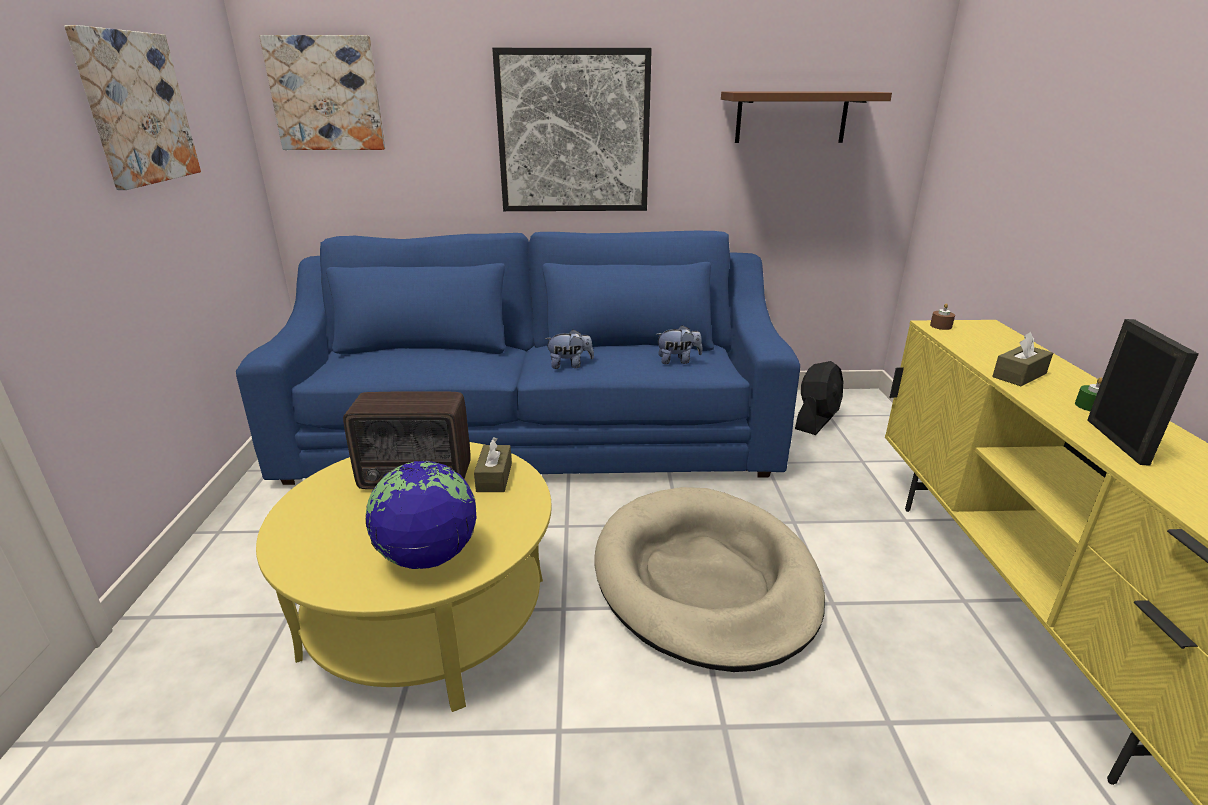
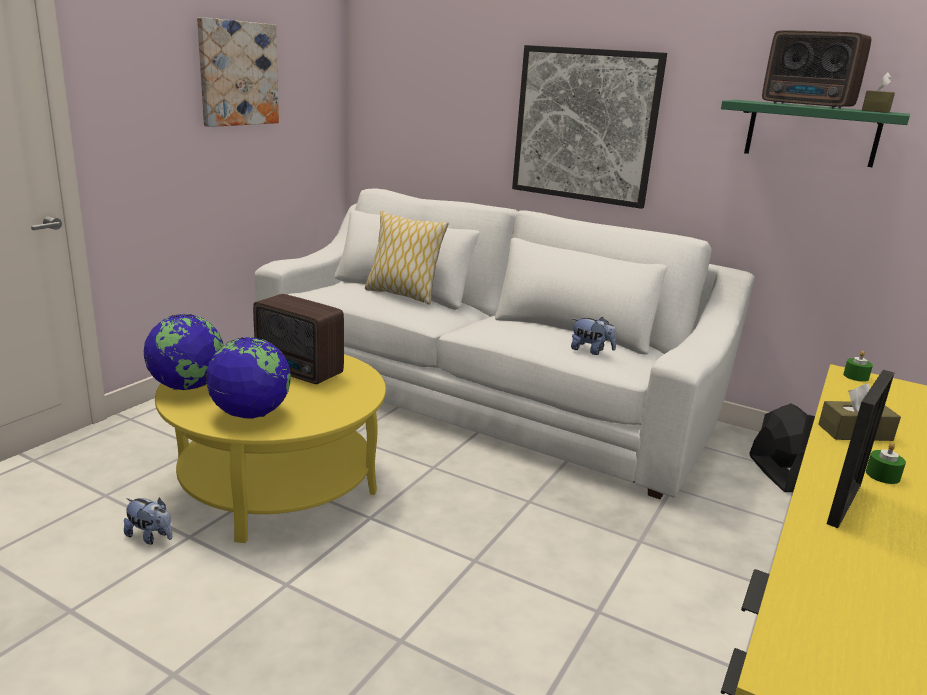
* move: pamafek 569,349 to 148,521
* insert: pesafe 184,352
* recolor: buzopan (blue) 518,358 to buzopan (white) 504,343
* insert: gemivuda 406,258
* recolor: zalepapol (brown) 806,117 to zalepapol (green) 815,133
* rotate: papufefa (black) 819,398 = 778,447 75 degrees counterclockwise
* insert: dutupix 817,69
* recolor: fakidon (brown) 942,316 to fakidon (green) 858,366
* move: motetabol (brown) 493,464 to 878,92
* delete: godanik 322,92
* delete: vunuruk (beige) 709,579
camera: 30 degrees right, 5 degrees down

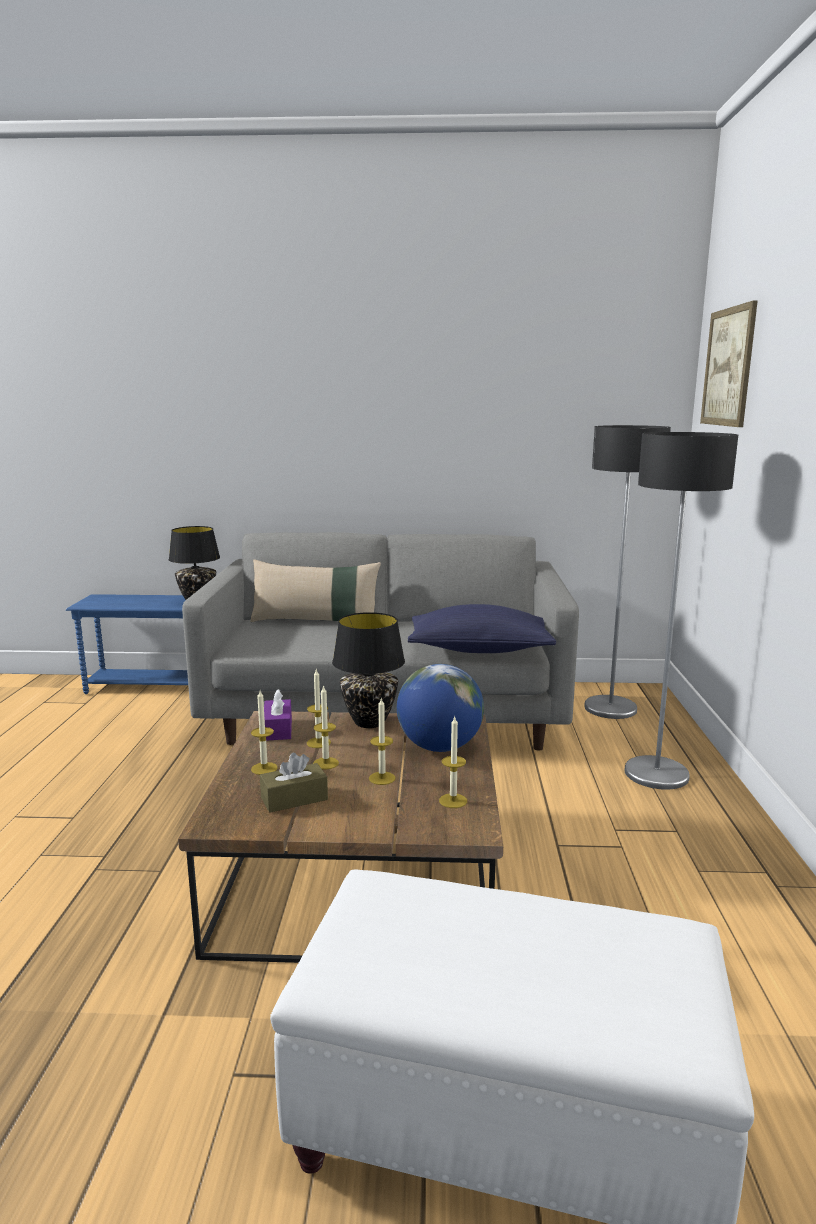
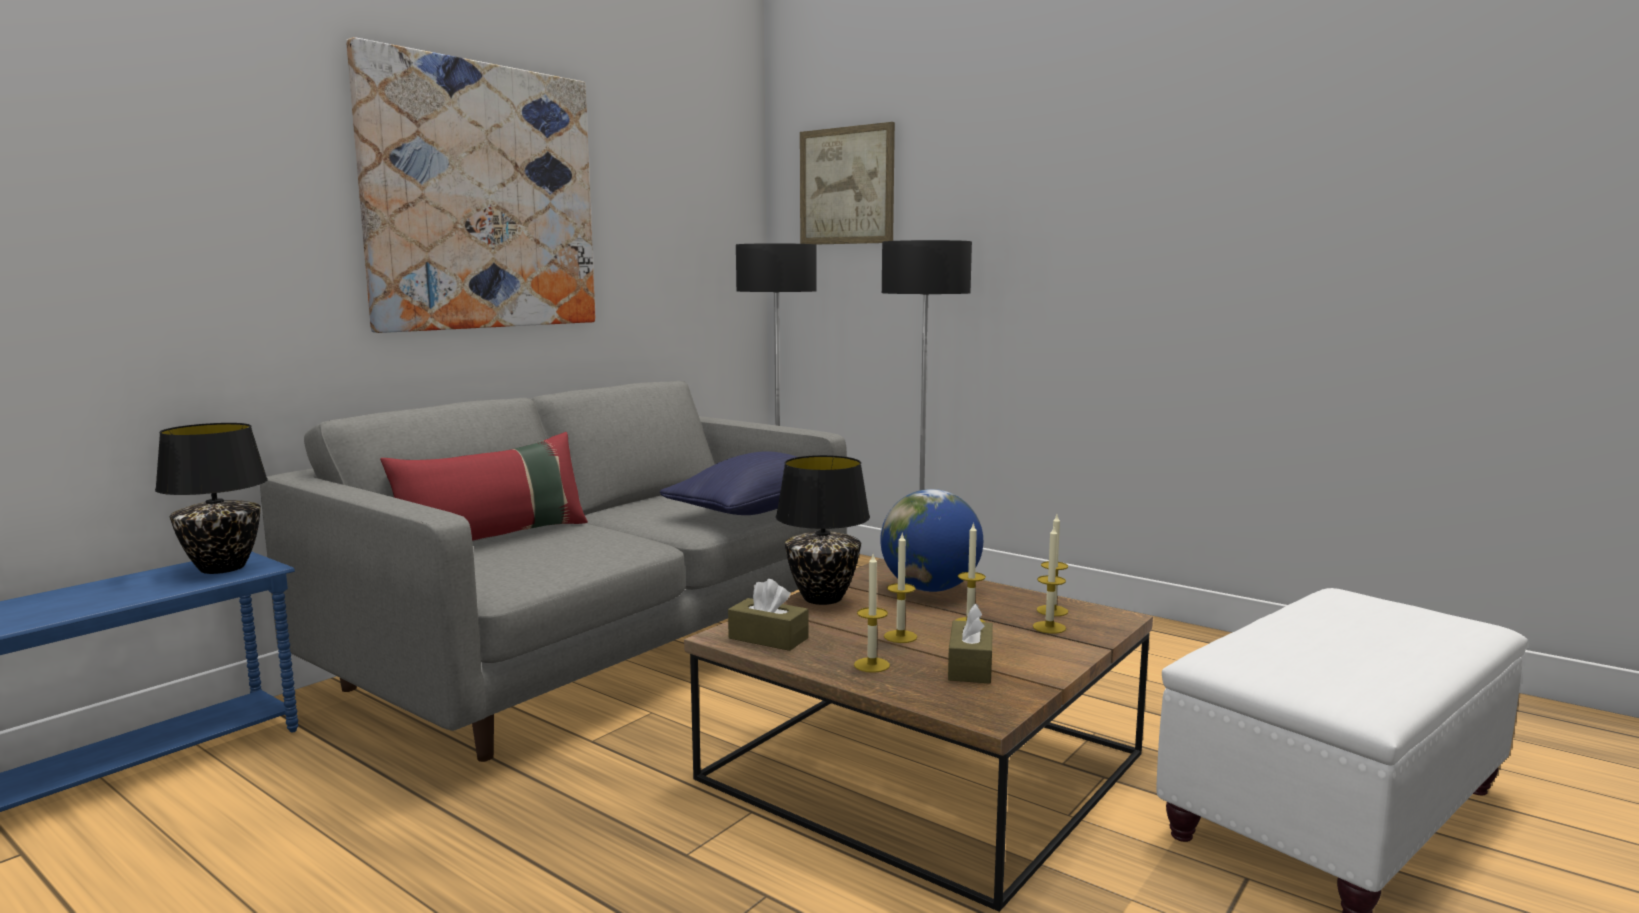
* insert: godanik 471,185
* recolor: gemivuda (beige) 315,590 to gemivuda (red) 484,486
* recolor: motetabol (purple) 278,715 to motetabol (brown) 768,615
* move: fakidon 319,708 to 1049,580
camera: 55 degrees left, 5 degrees down

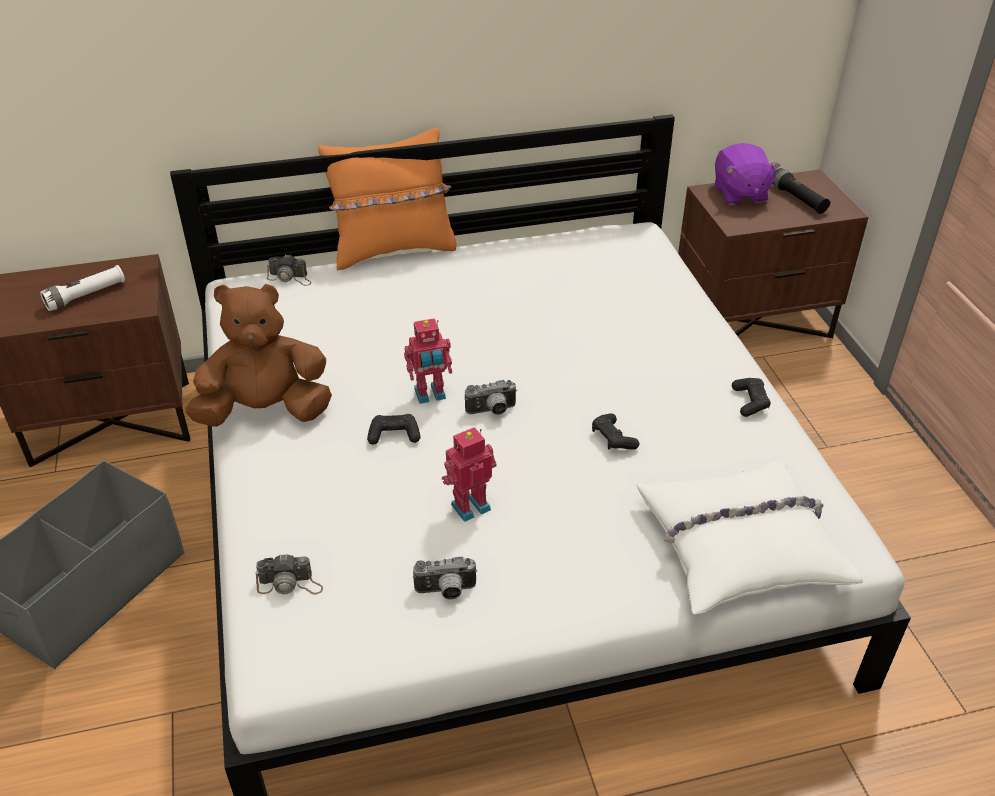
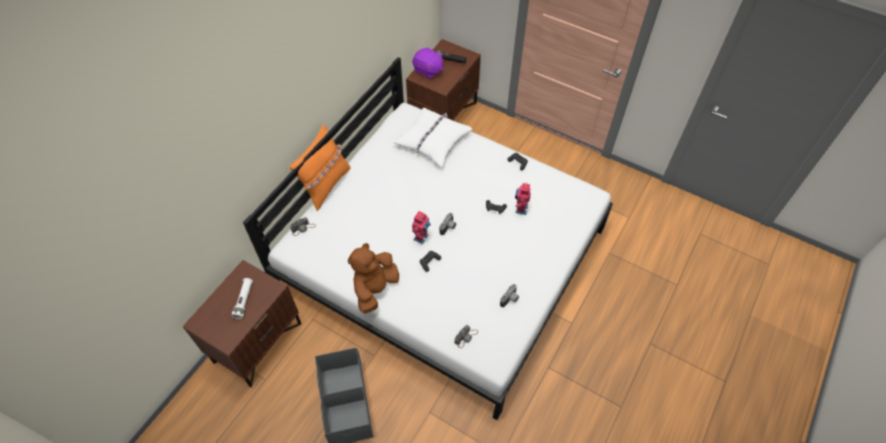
* move: gemivuda (white) 750,538 to 433,137
* move: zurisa 469,474 to 523,198
camera: 45 degrees left, 15 degrees up

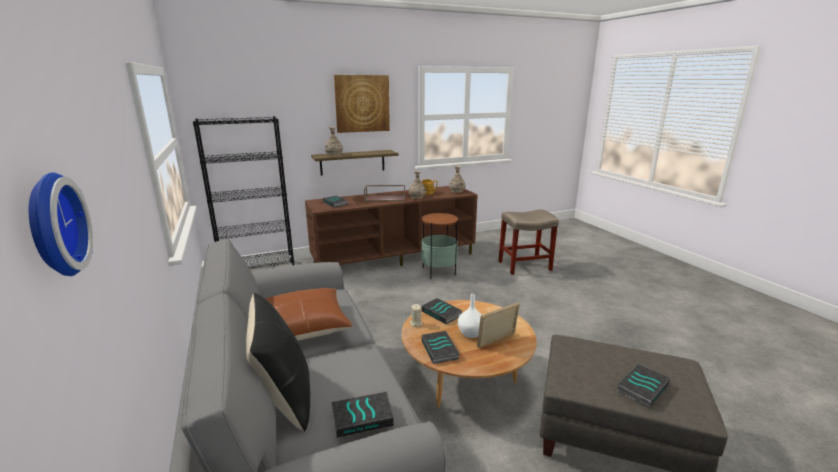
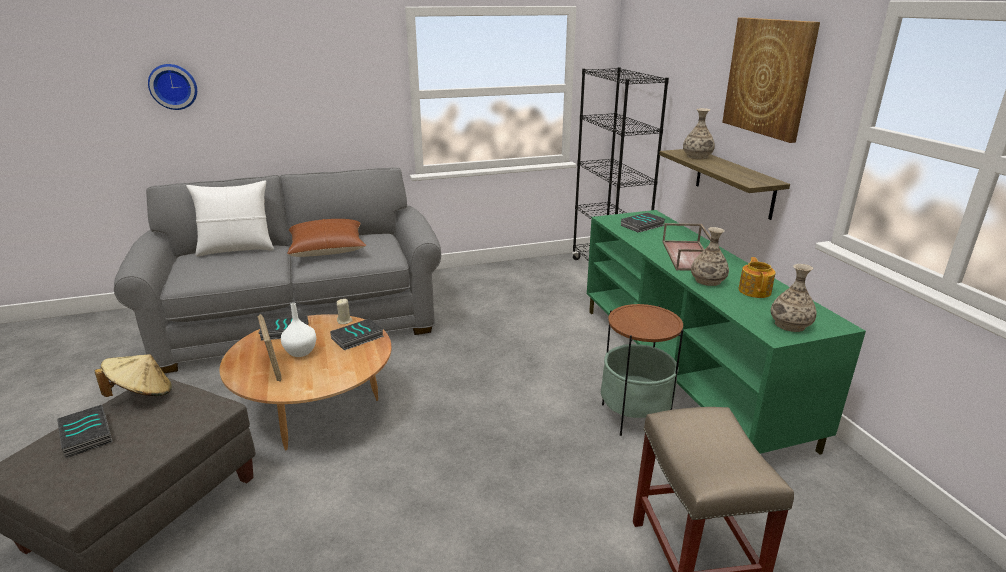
* insert: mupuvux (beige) 133,375
* recolor: gemivuda (black) 278,362 to gemivuda (white) 230,218
* recolor: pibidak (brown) 391,226 to pibidak (green) 726,332
* delete: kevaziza 362,414
camera: 95 degrees right, 5 degrees up

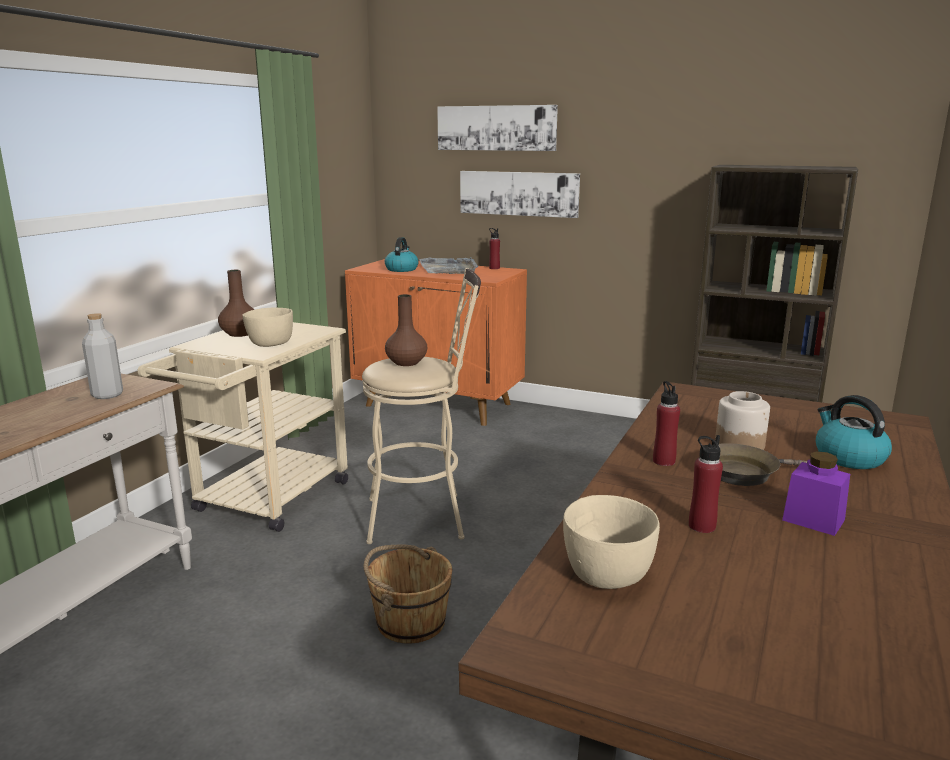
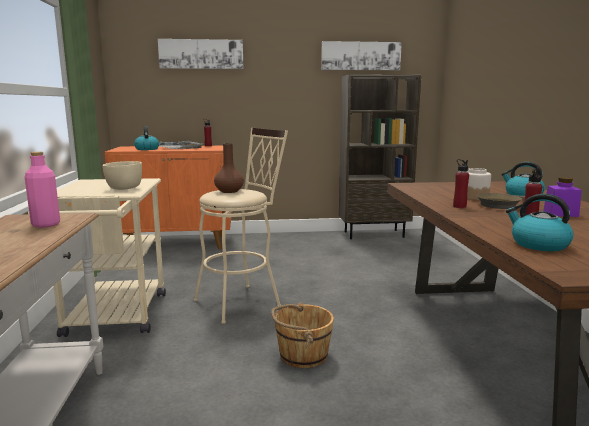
* recolor: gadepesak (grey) 102,356 to gadepesak (pink) 42,190
* move: godanik 520,194 to 361,55
* replace: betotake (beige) 611,542 to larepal 539,222
* delete: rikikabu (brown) 236,303
camera: 30 degrees left, 5 degrees down

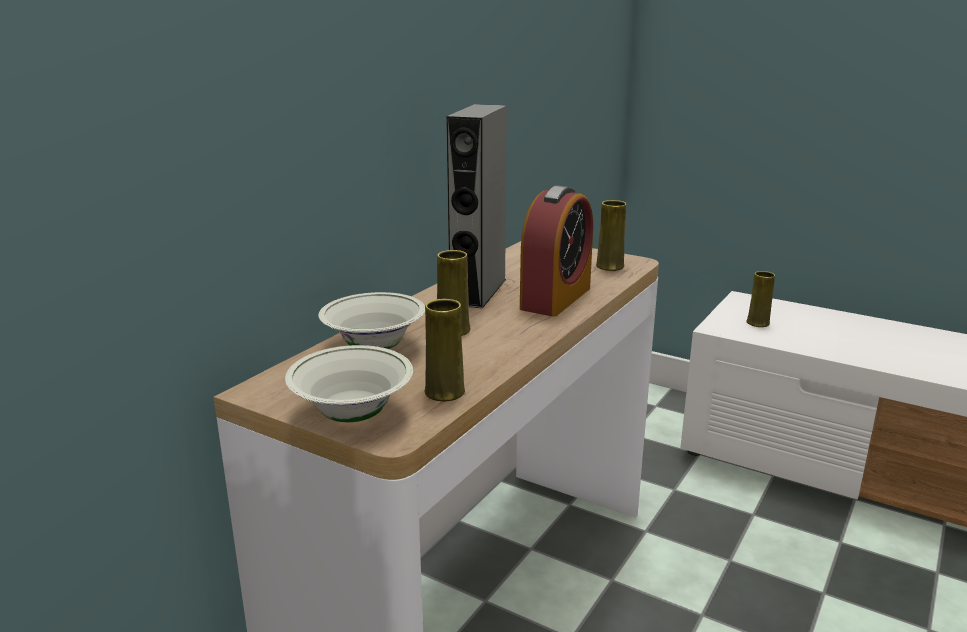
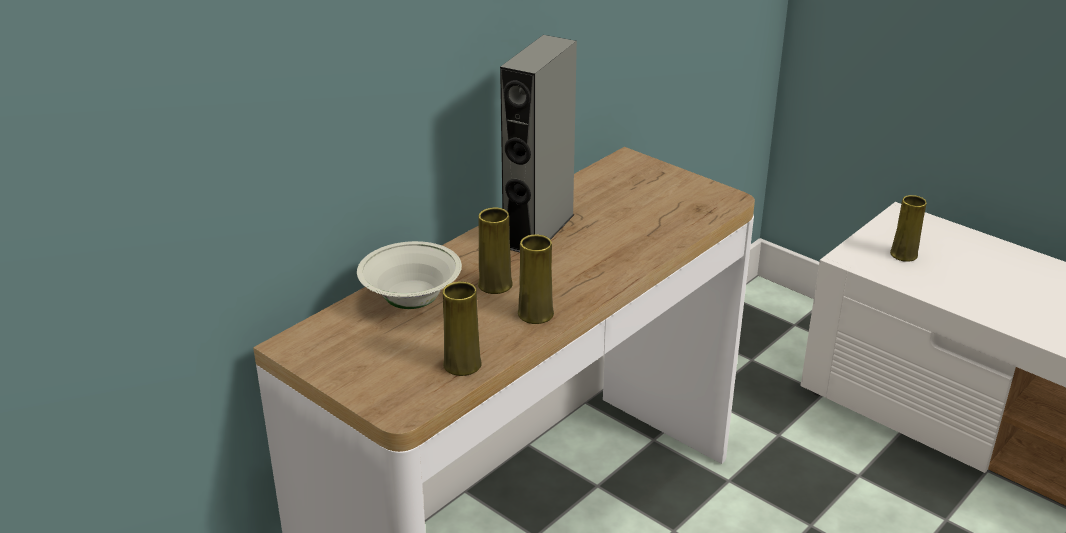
* move: rikikabu (yellow) 611,235 to 536,279
* delete: betotake (white) 349,383
* delete: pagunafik 556,251
camera: 10 degrees right, 10 degrees up

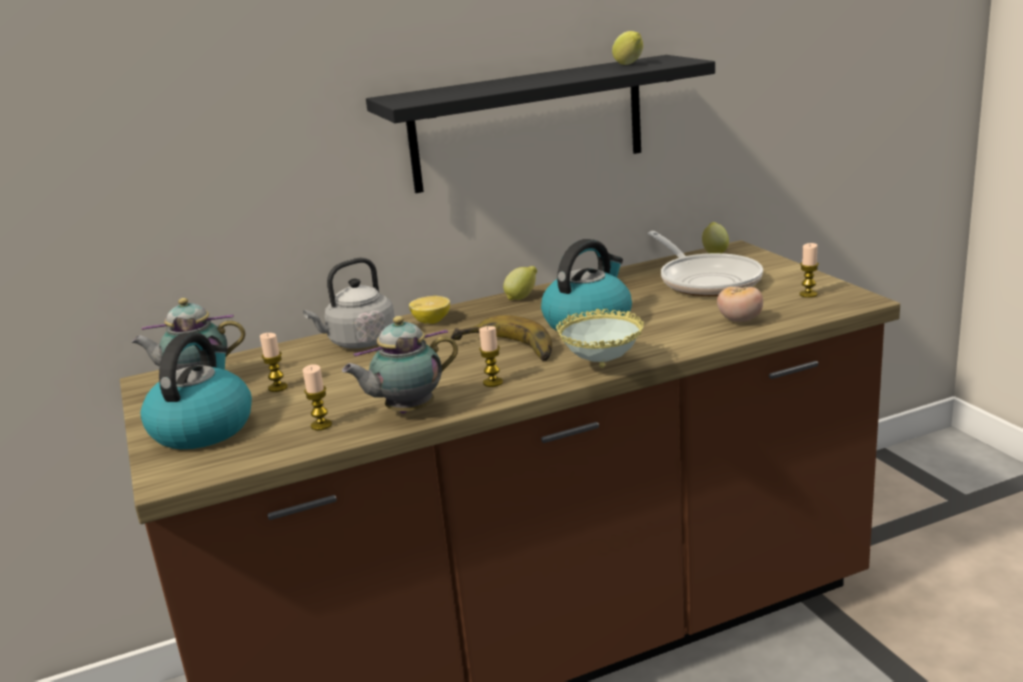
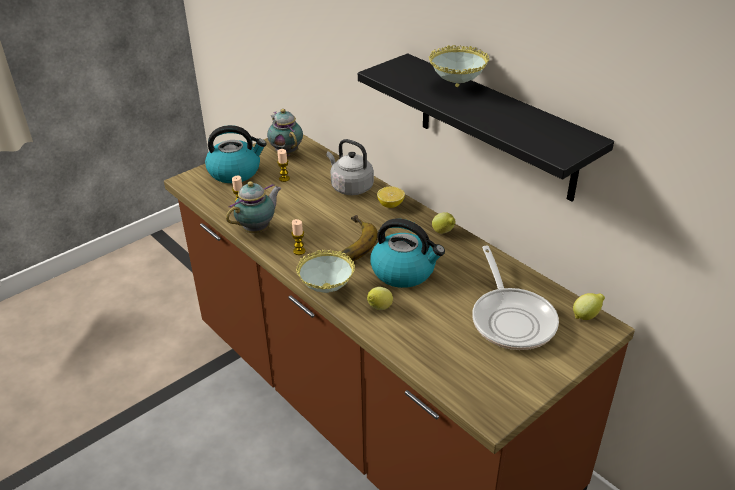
* rotate: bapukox 400,364 = 254,207 90 degrees clockwise
* move: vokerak 627,48 to 380,298
* insert: betotake 459,66
* rotate: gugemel 705,263 = 515,298 60 degrees counterclockwise
* delete: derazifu 740,304
* delete: fakidon 809,270
camera: 70 degrees right, 15 degrees up

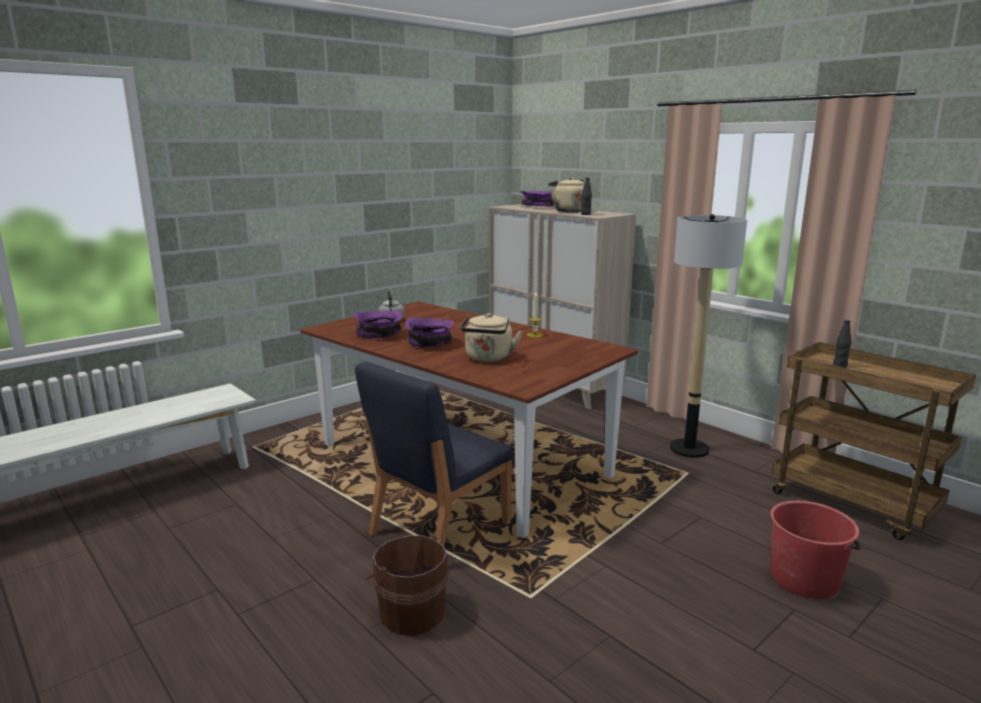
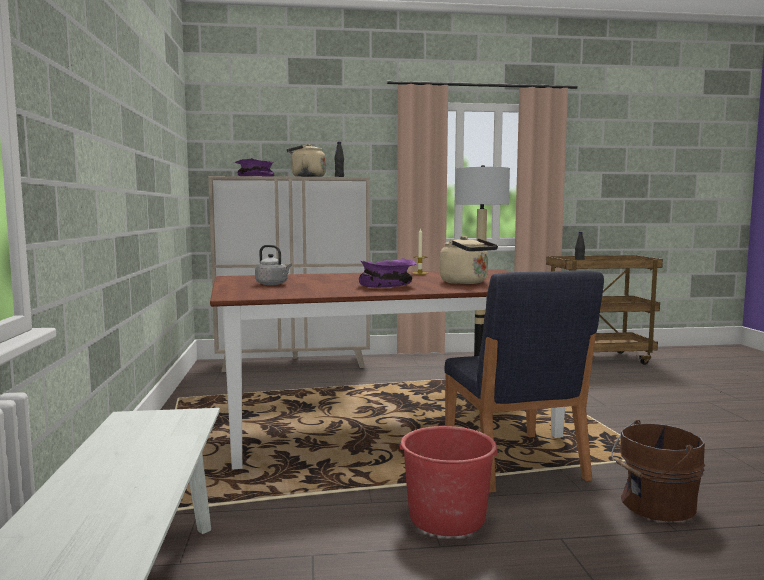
* move: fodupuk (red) 815,550 to 449,481
* delete: betotake (purple) 378,324
camera: 55 degrees left, 10 degrees down

